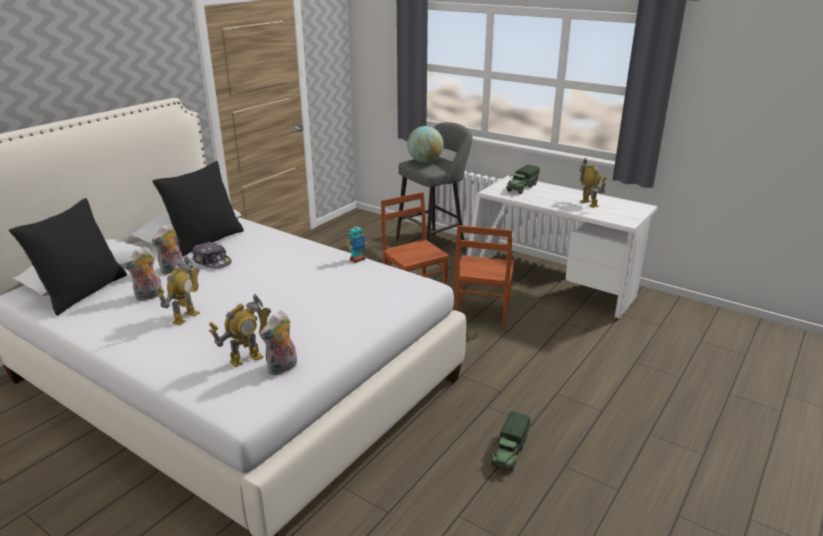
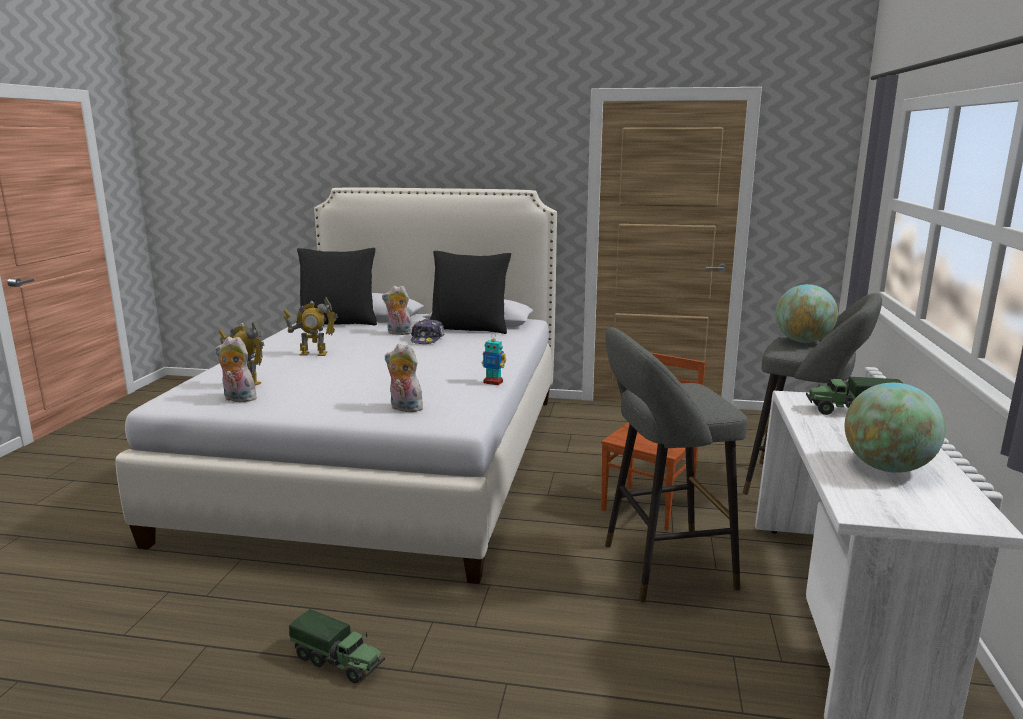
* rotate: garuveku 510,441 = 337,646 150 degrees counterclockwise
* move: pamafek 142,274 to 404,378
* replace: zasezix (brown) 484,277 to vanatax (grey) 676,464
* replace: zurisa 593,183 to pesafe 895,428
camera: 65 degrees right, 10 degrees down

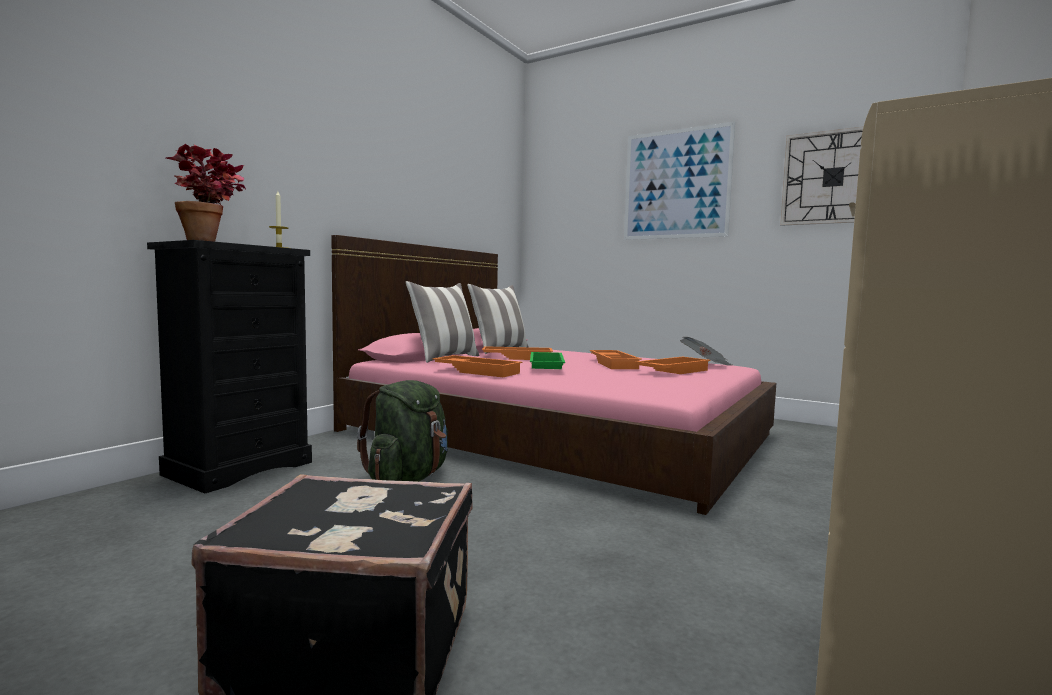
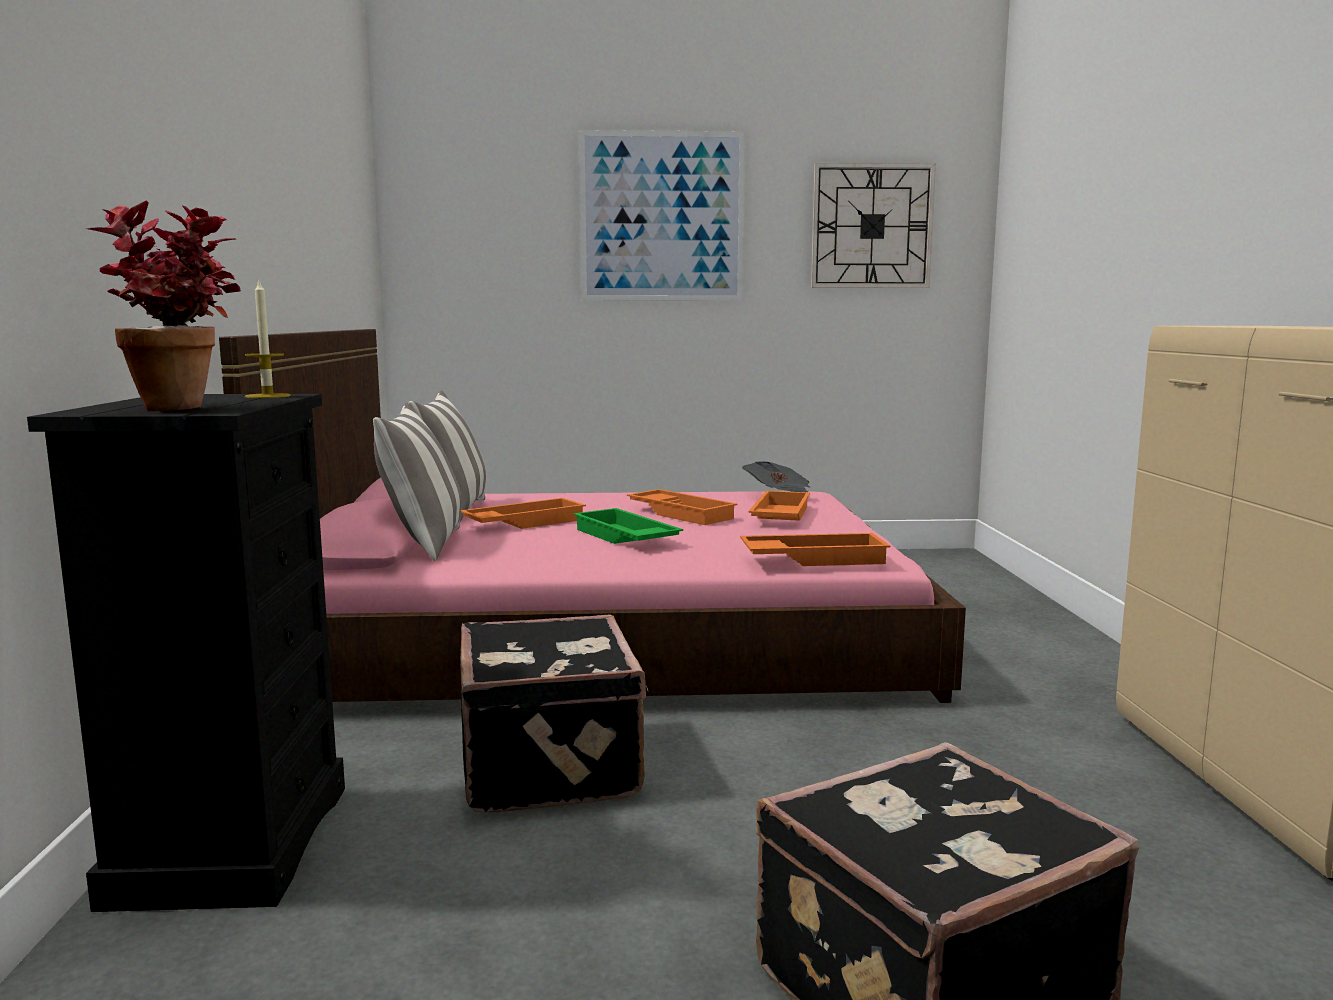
* replace: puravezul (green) 402,431 to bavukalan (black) 554,713
* move: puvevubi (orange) 478,366 to 815,549
camera: 35 degrees left, 5 degrees up

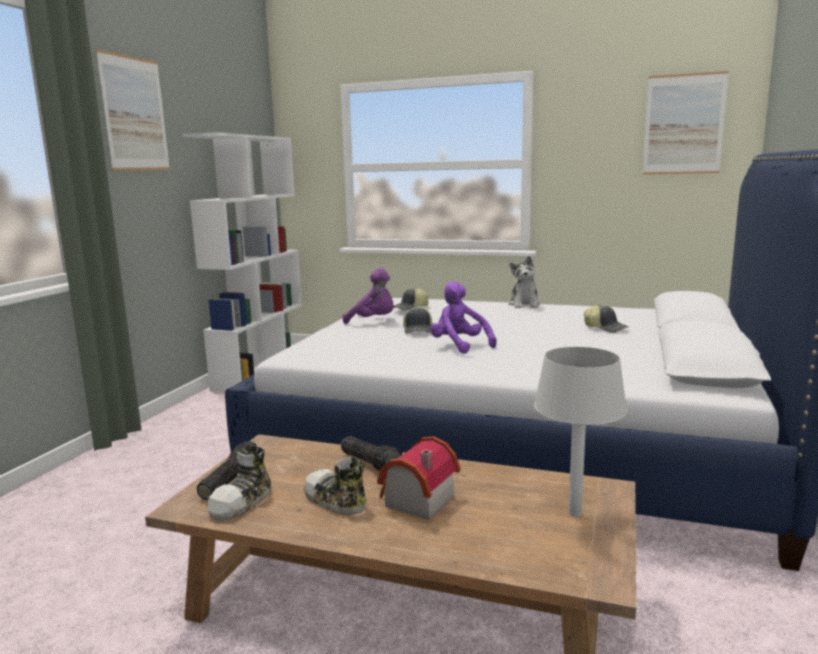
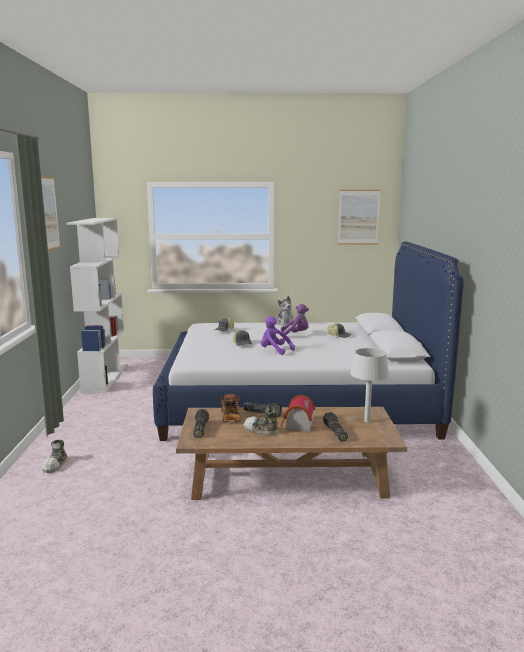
* move: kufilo 239,483 to 54,456
* insert: garuveku 230,408
* move: pamafek (purple) 368,296 to 295,319
* insert: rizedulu 335,426
camera: 20 degrees left, 0 degrees up

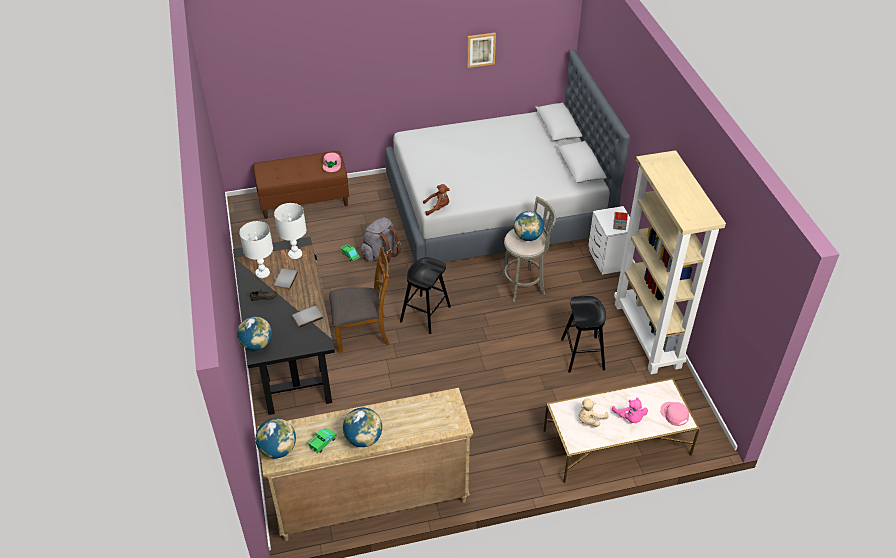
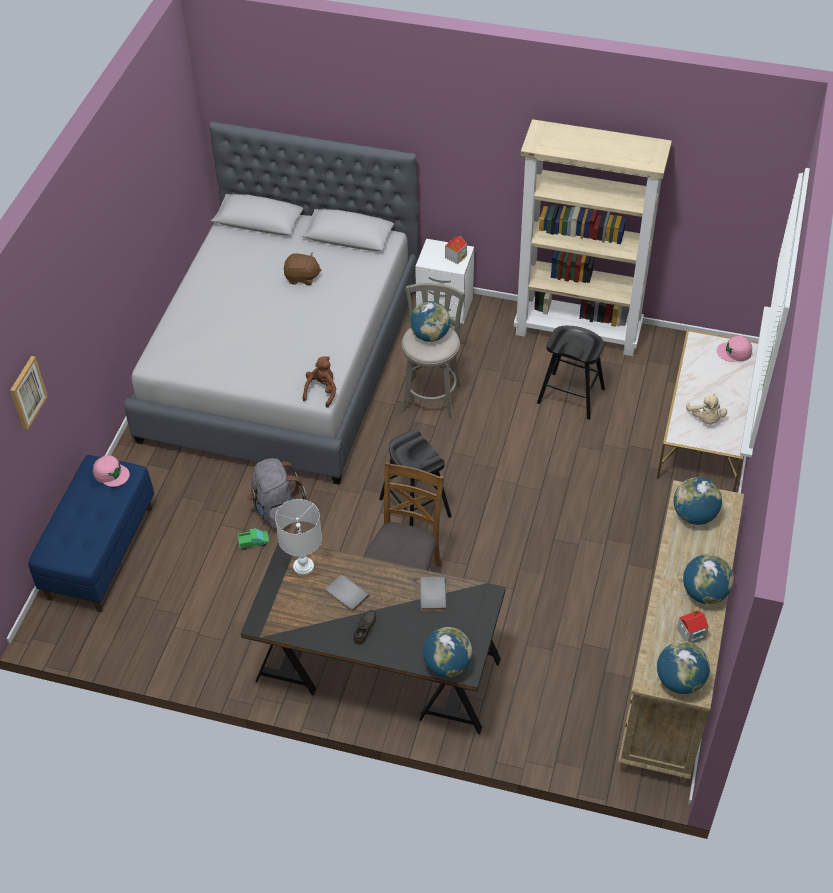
* move: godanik 481,50 to 29,393
* recolor: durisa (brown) 301,185 to durisa (blue) 91,533
* insert: pamafek (brown) 302,268
* insert: pesafe 698,501
* replace: garuveku 322,440 to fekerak 693,626
* delete: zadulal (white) 256,249
* delete: pamafek (pink) 630,410
camera: 60 degrees left, 5 degrees up

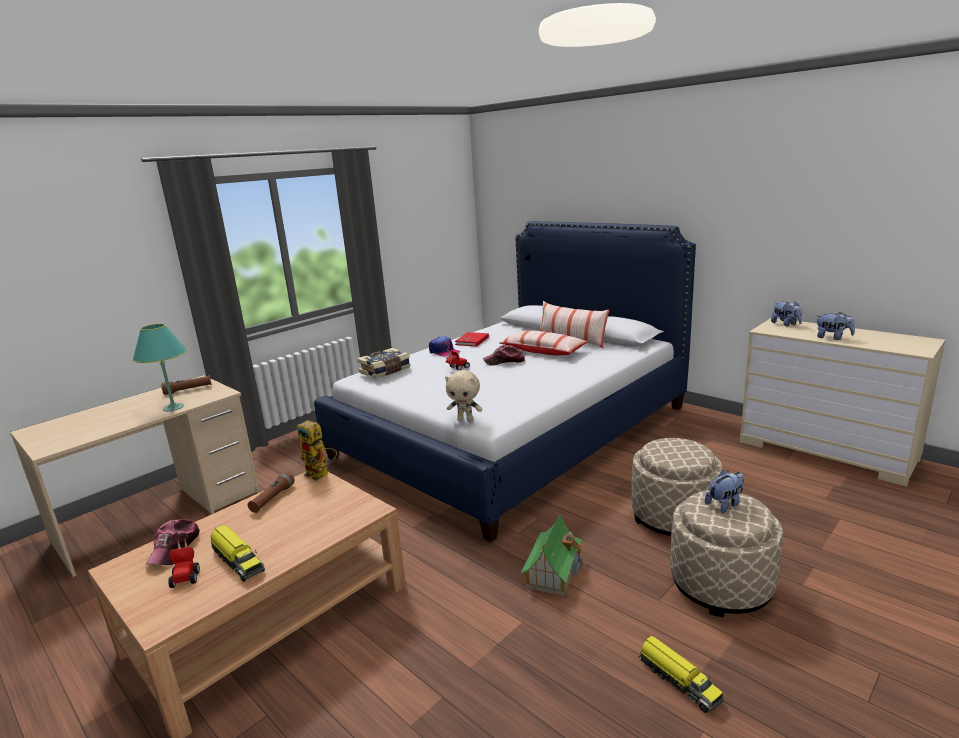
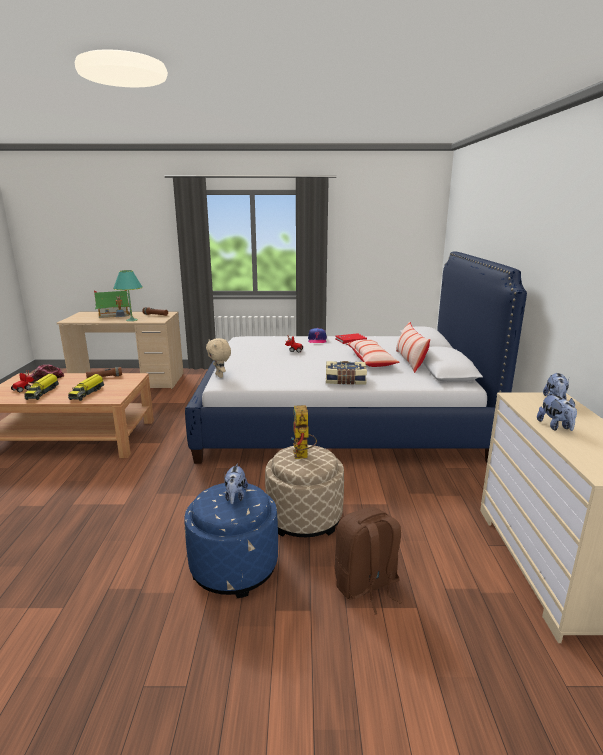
* move: garuveku 680,674 to 86,387
* move: fekerak 551,553 to 112,304
* recolor: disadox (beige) 726,553 to disadox (blue) 231,540
* rotate: pamafek 724,491 = 236,483 75 degrees clockwise
* move: zurisa 317,450 to 304,432
* move: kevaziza 384,363 to 346,373
* insert: puravezul (brown) 368,561
* delete: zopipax 504,355
camera: 45 degrees right, 0 degrees up

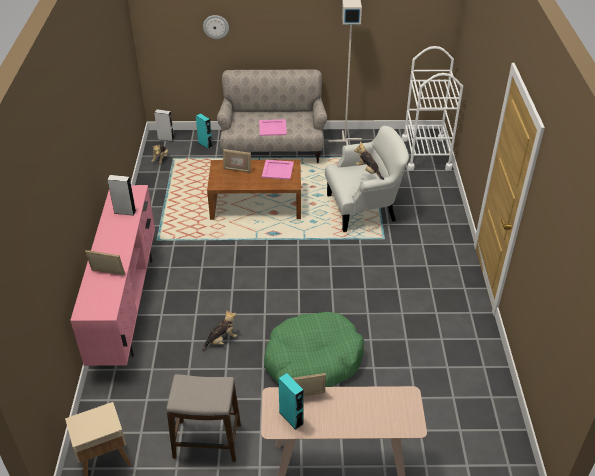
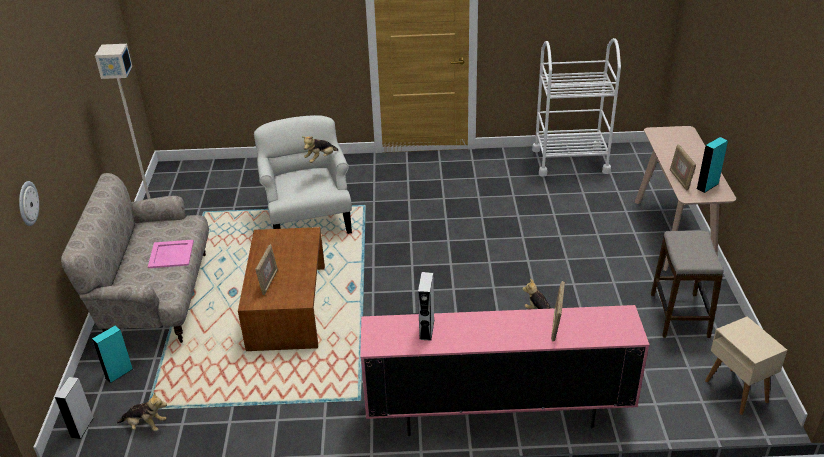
* move: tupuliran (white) 432,108 to 576,107
* delete: puvevubi (pink) 278,170
* delete: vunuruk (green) 314,349
camera: 90 degrees left, 5 degrees down

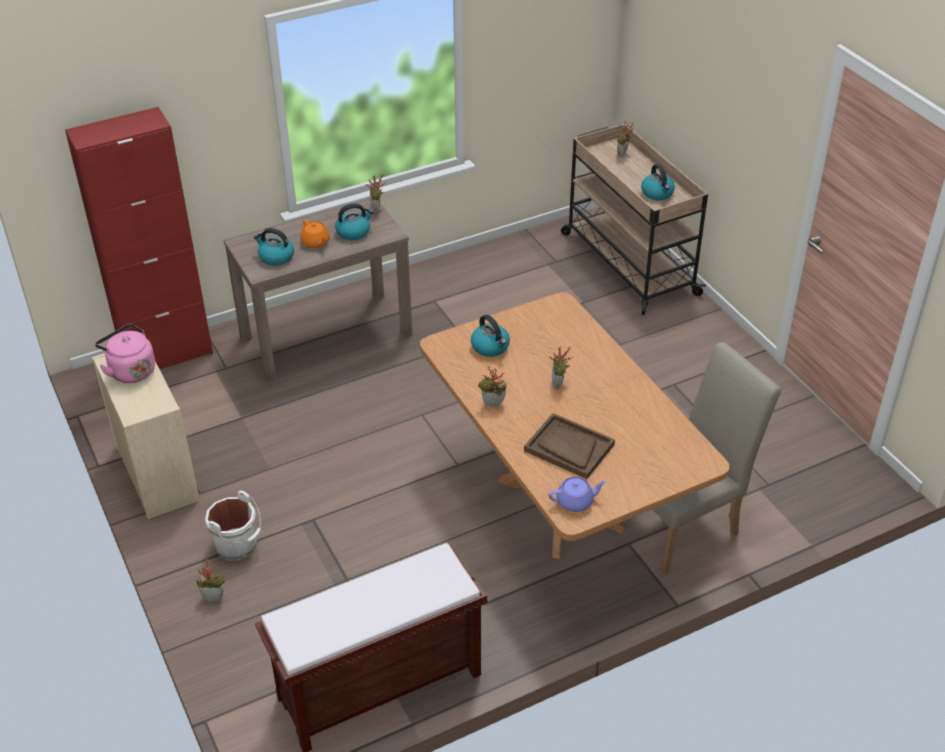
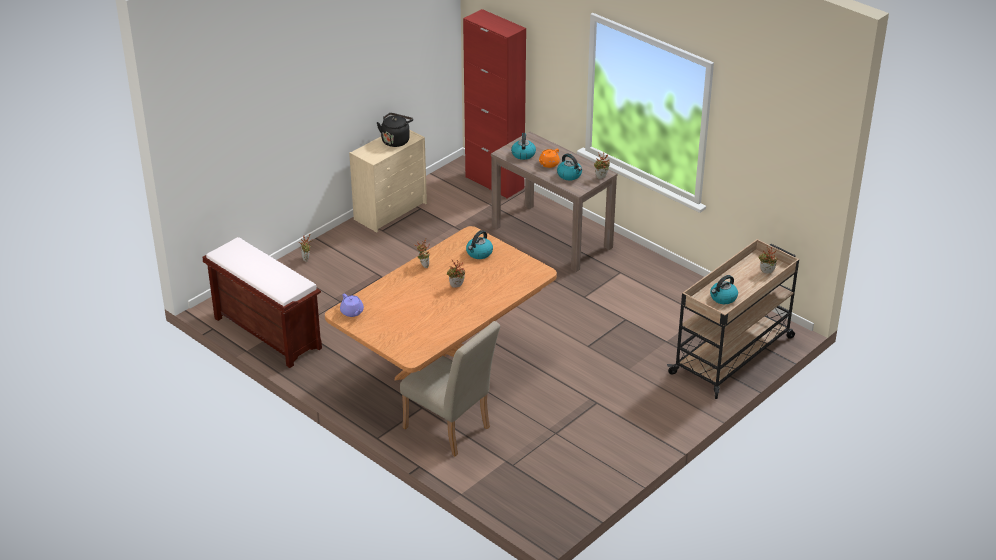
* recolor: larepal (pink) 125,353 to larepal (black) 395,130
* delete: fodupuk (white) 233,525
* delete: puvevubi (brown) 569,446
camera: 70 degrees right, 5 degrees down

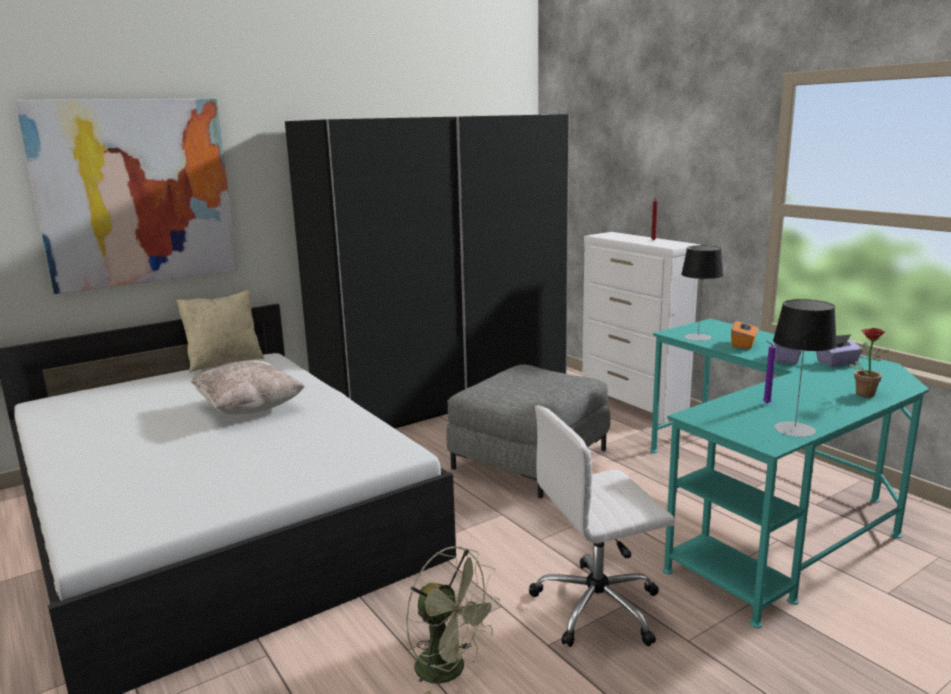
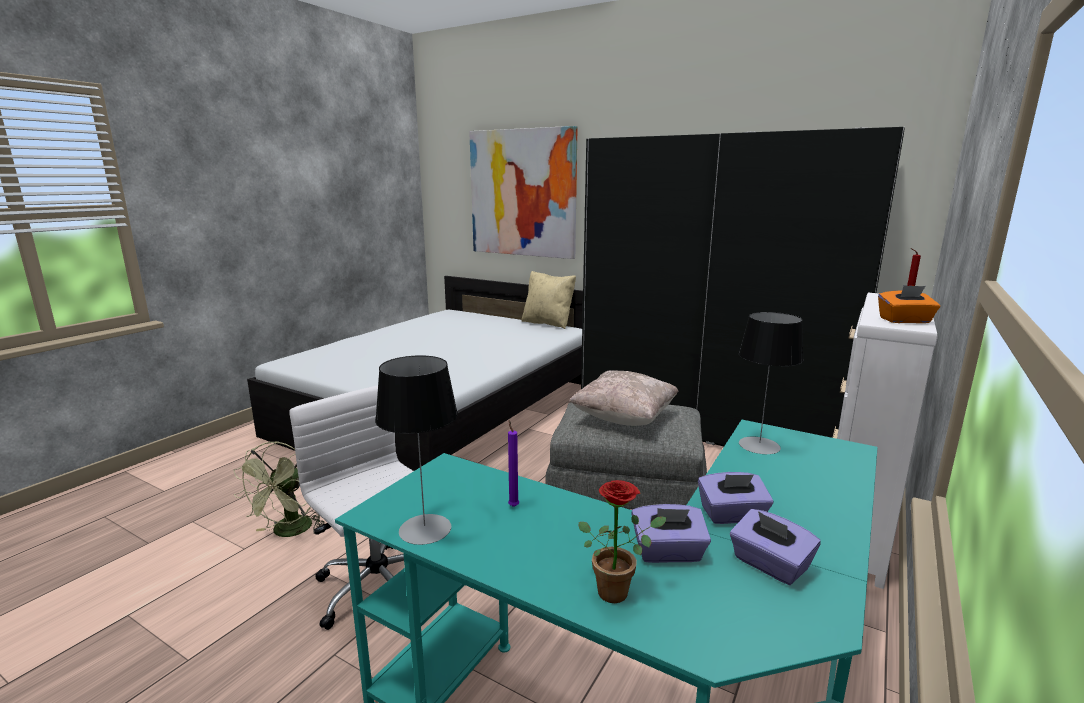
* move: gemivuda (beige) 248,387 to 623,398
* insert: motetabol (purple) 671,533
* move: motetabol (orange) 744,334 to 909,304
camera: 65 degrees right, 0 degrees up

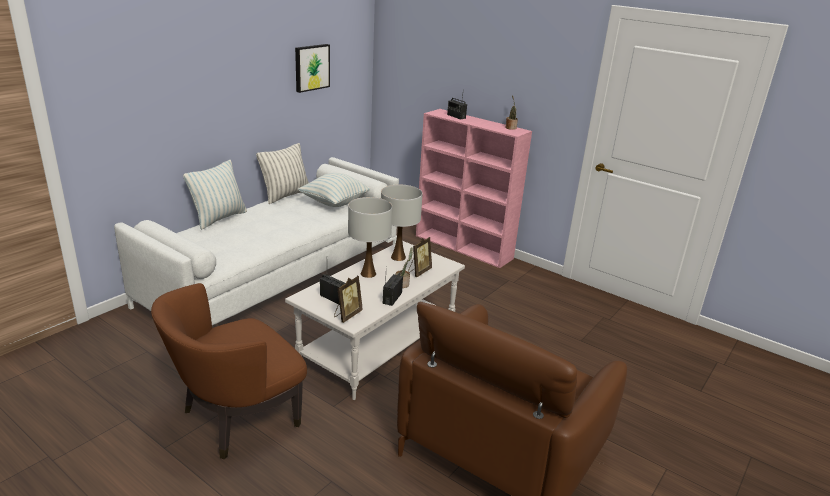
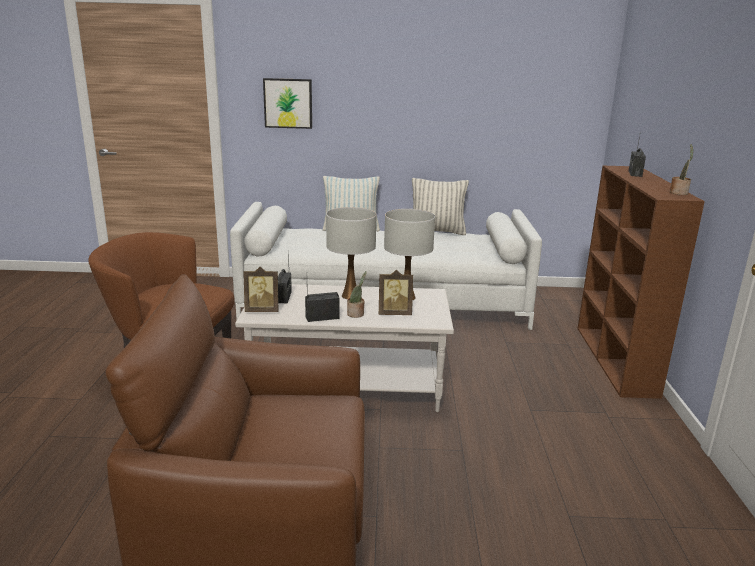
* move: godanik 312,68 to 287,103
* recolor: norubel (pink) 474,188 to norubel (brown) 641,282
* delete: gemivuda 334,190
camera: 55 degrees right, 5 degrees down

